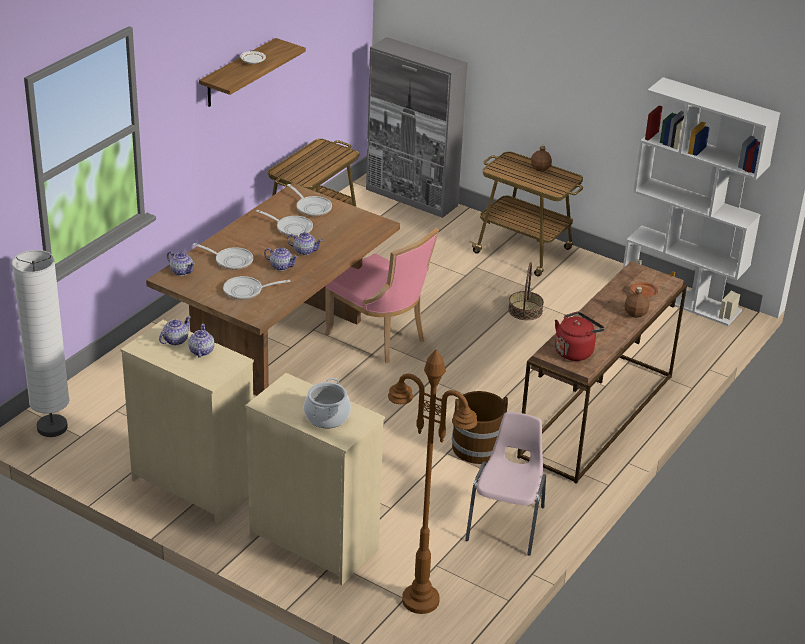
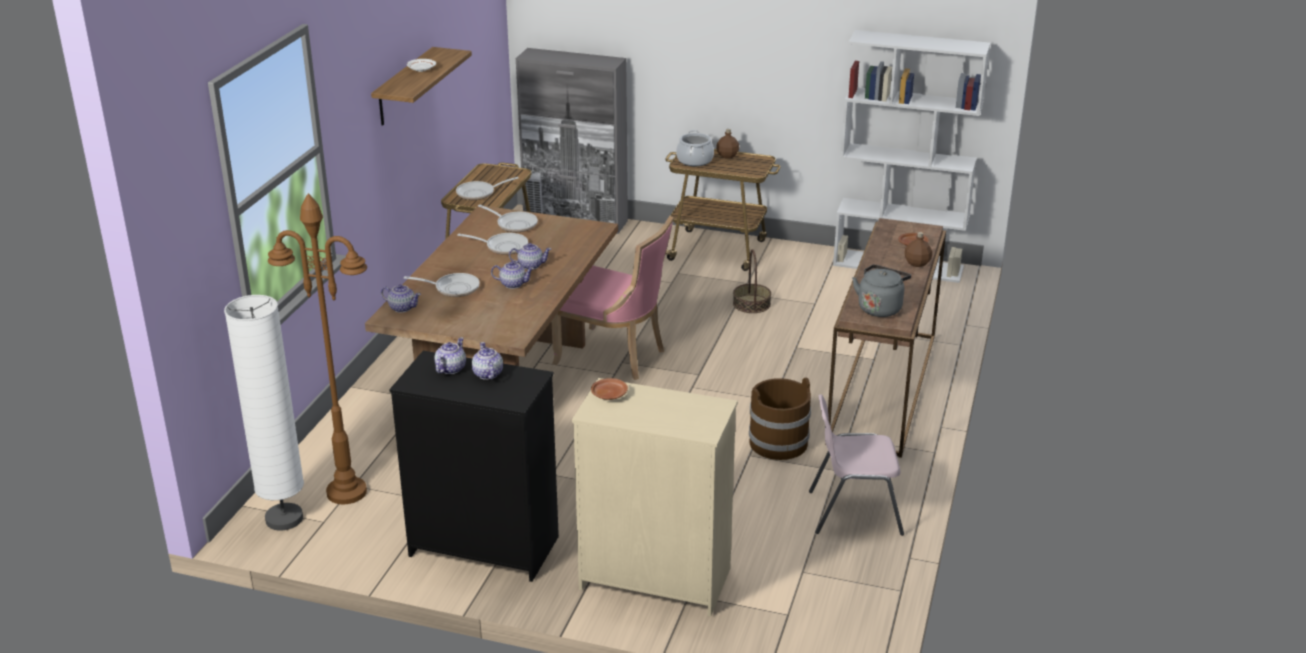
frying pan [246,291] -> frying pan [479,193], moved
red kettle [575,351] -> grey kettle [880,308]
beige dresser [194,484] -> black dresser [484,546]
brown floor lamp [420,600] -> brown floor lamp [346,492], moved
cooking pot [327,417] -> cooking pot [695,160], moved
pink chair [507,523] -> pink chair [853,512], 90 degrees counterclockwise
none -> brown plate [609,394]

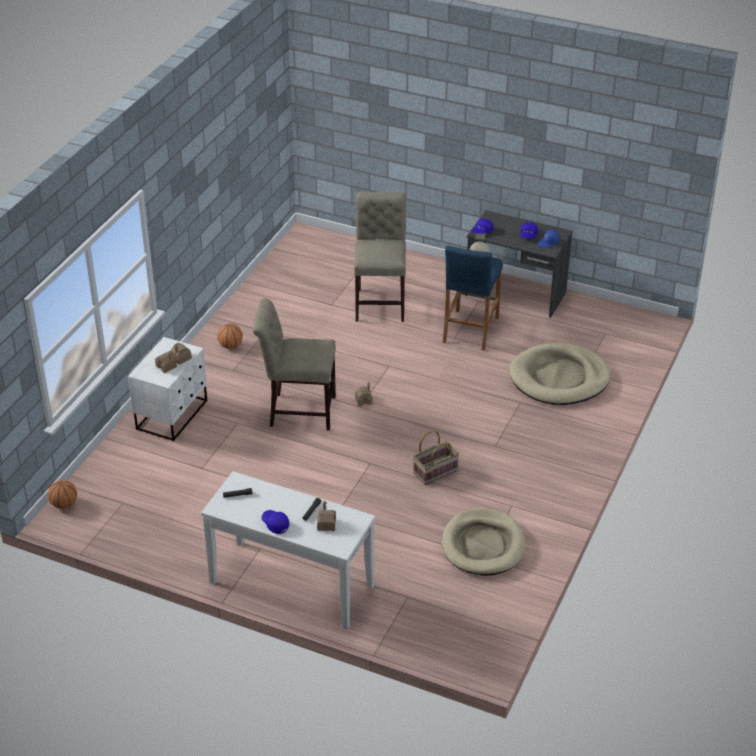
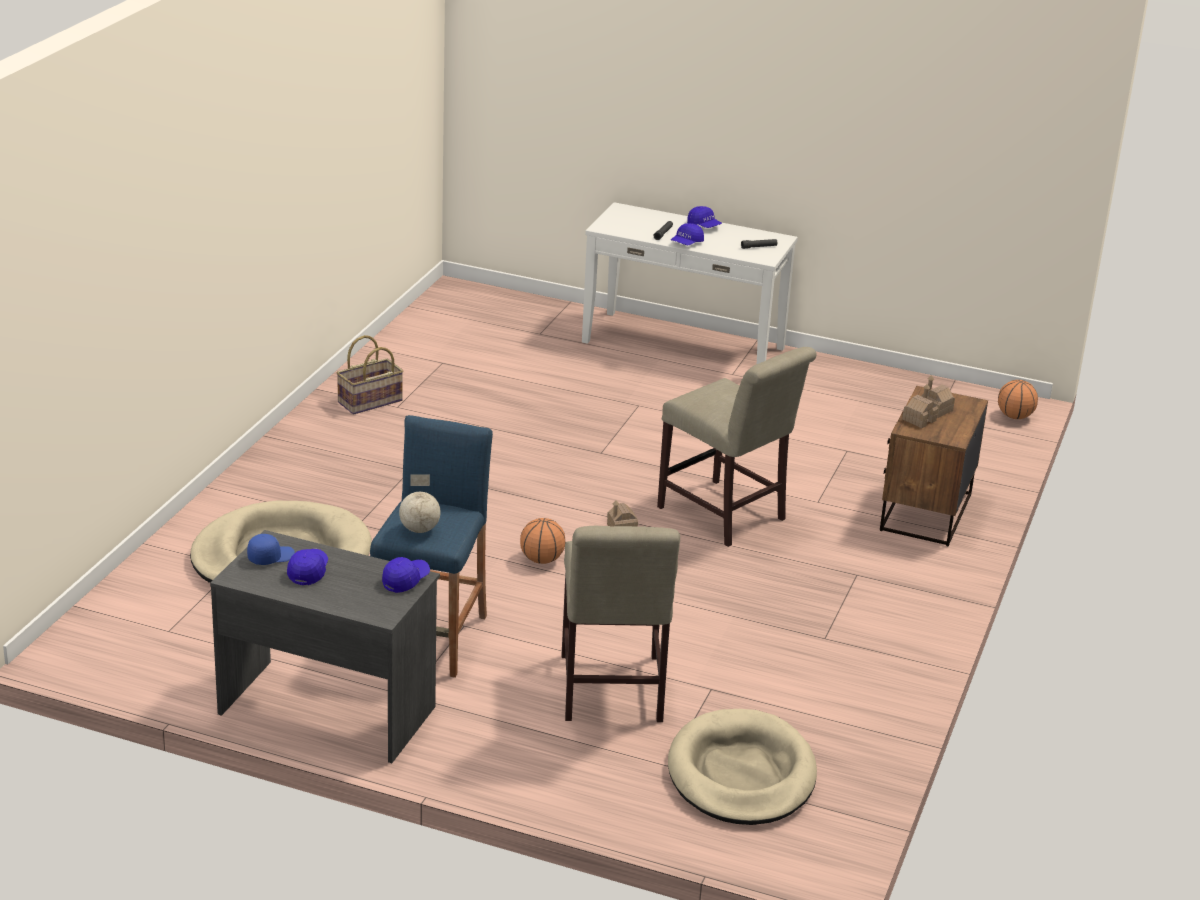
beige chair [298,411] -> beige chair [726,516], 45 degrees clockwise
basketball [230,346] -> basketball [542,560], moved
white nightstand [173,415] -> brown nightstand [924,513]
basket [435,471] -> basket [370,402], moved
toy house [326,524] -> none
beige dog bed [483,545] -> beige dog bed [741,774], moved
none -> blue cap [687,243]

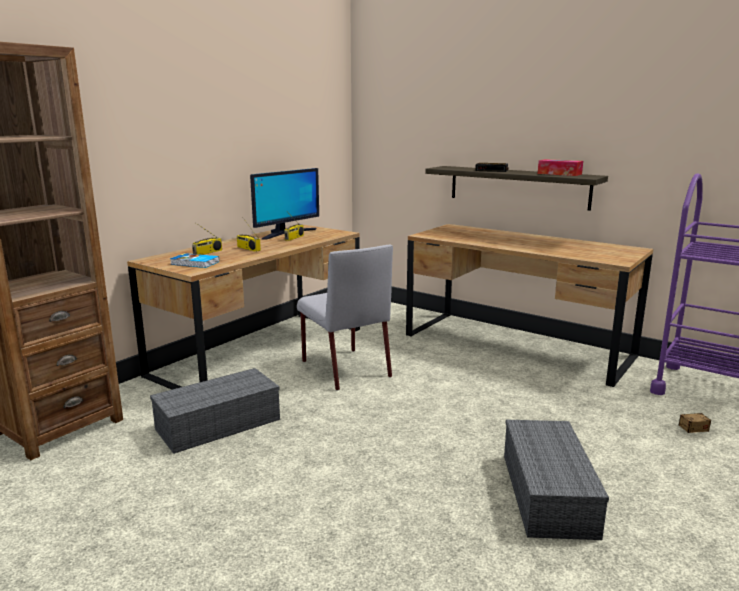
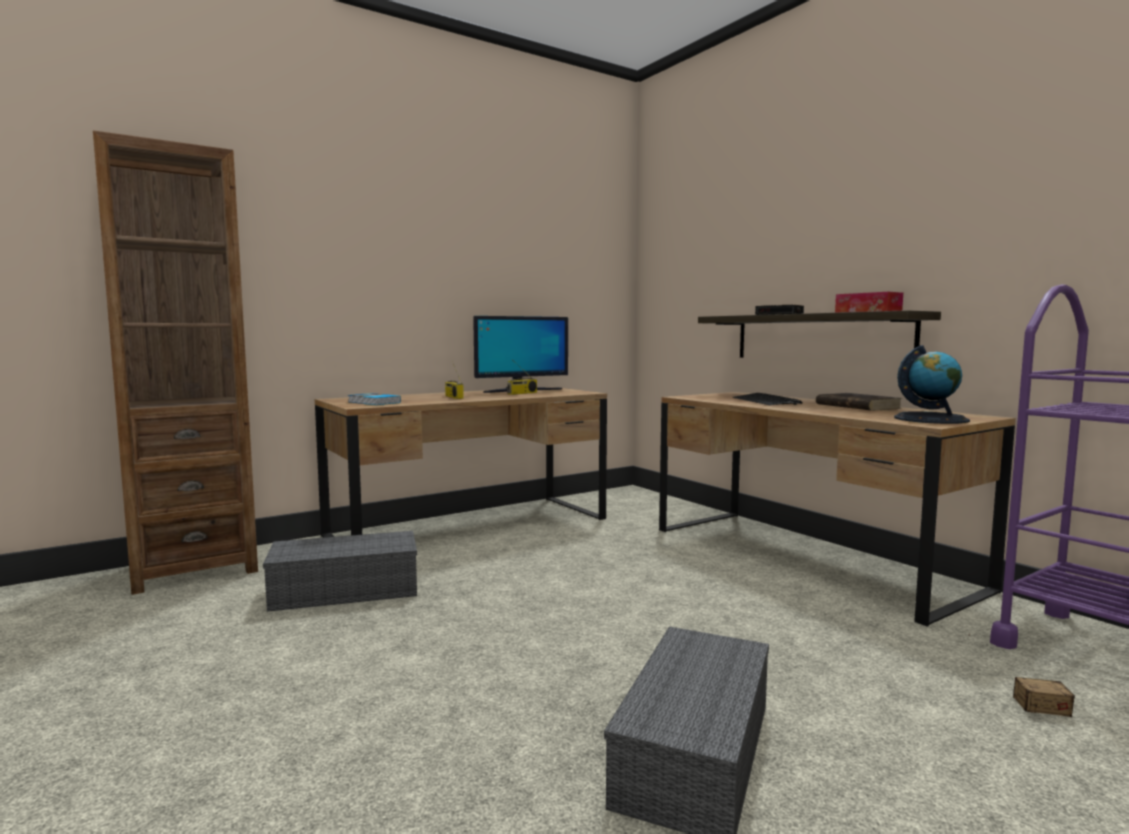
radio [207,253] -> none
grey chair [344,368] -> none
none -> globe [930,419]
none -> keyboard [765,401]
none -> brown book [856,406]

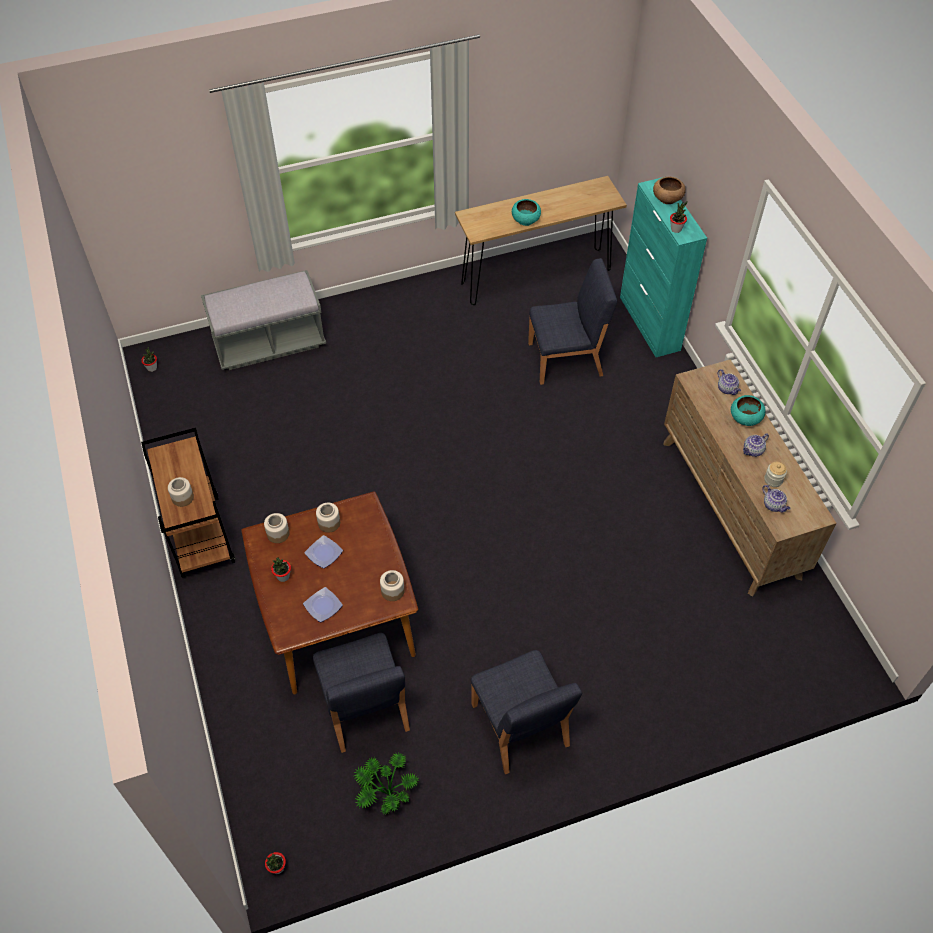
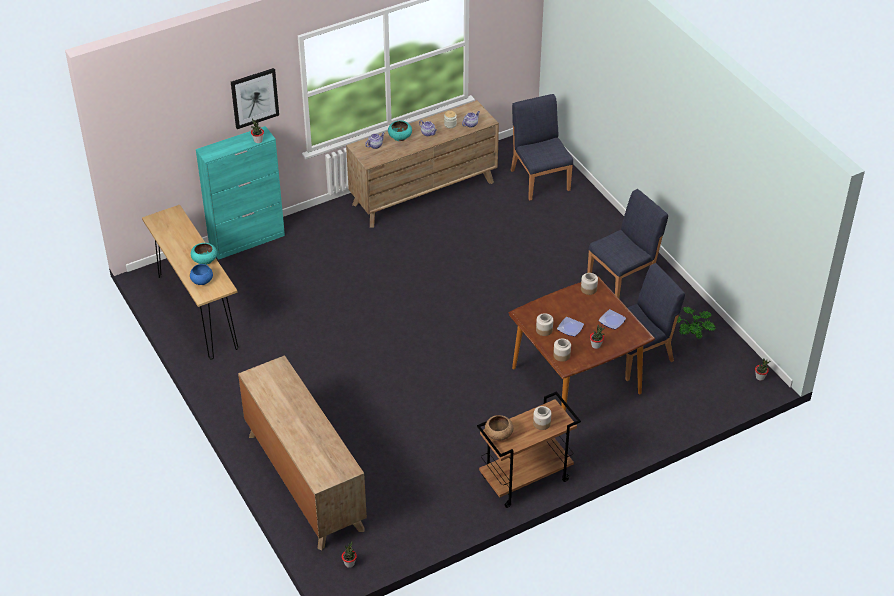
brown bowl [667,198] -> brown bowl [498,434], moved
blue chair [566,359] -> blue chair [540,179], moved
grey bench [269,343] -> brown dresser [304,481]
none -> picture [254,98]
none -> blue bowl [202,281]

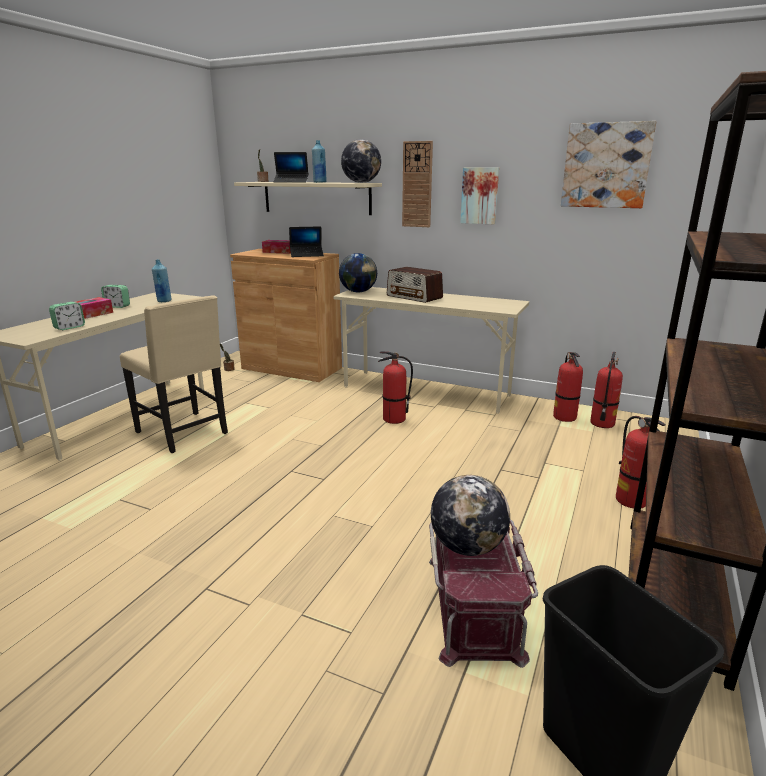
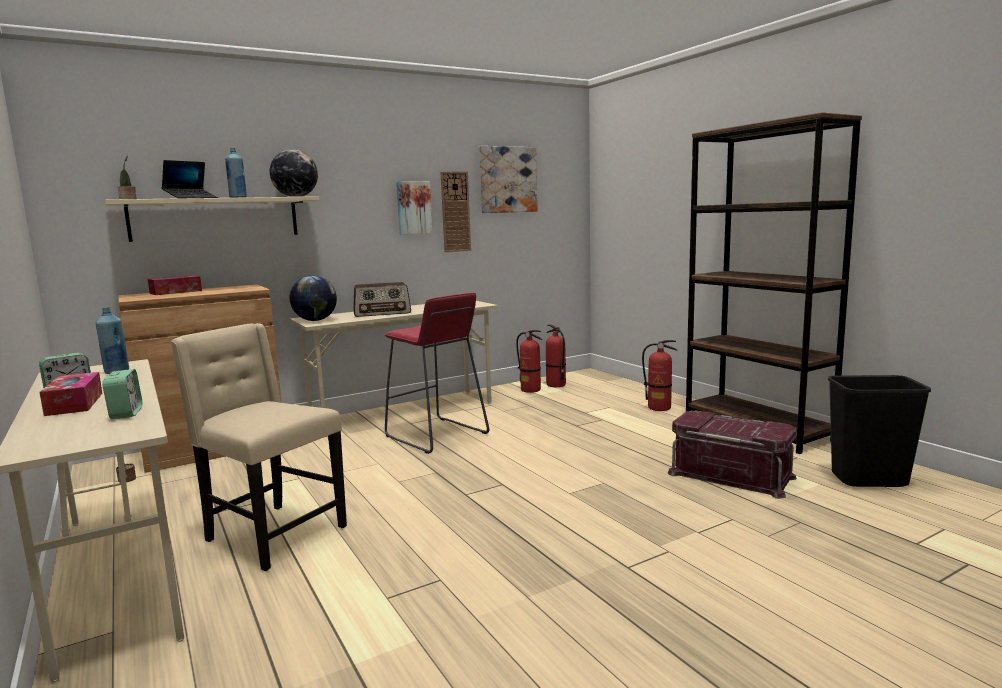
wall clock [417,185] -> wall clock [455,212], moved
laptop [307,255] -> none
beige chair [184,433] -> beige chair [272,534], 135 degrees counterclockwise
fire extinguisher [394,419] -> red stool [436,435]
globe [467,547] -> none

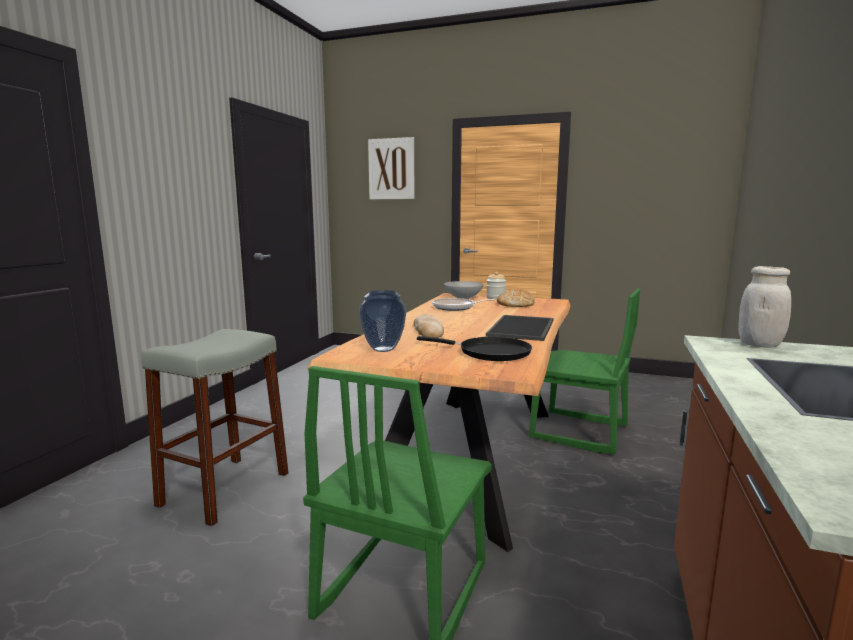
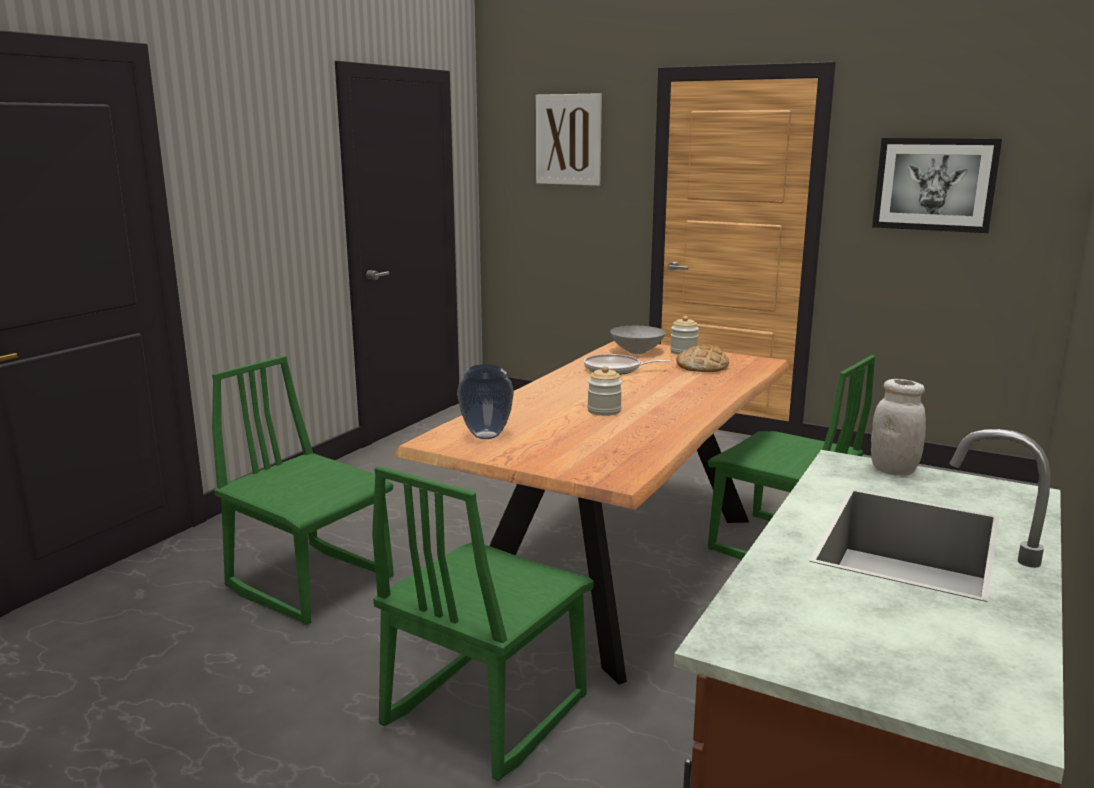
bread [428,331] -> none
tray [523,328] -> none
grey stool [225,489] -> green chair [312,582]
black frying pan [489,352] -> none
none -> picture [934,184]
none -> jar [604,411]

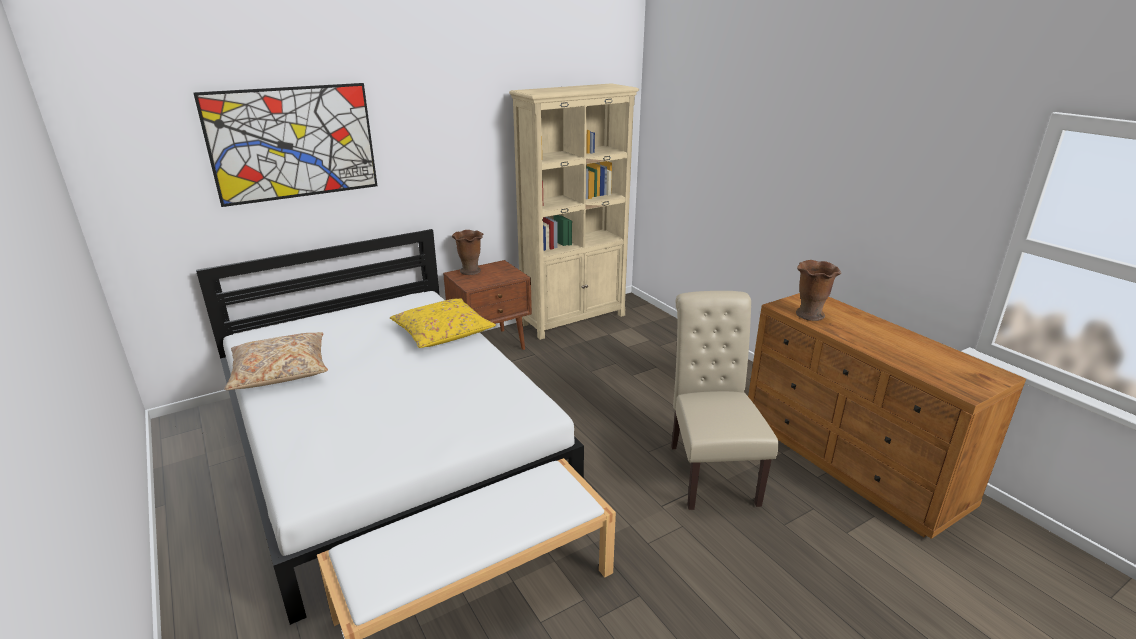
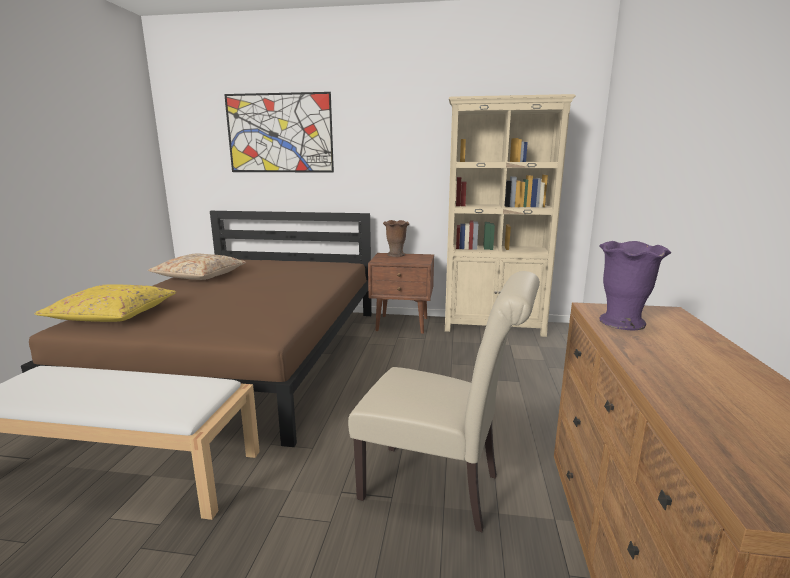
white bed [389,443] -> brown bed [248,355]
brown vase [810,315] -> purple vase [622,323]
beige chair [710,469] -> beige chair [439,488], 75 degrees clockwise
yellow pillow [443,332] -> yellow pillow [113,315], moved

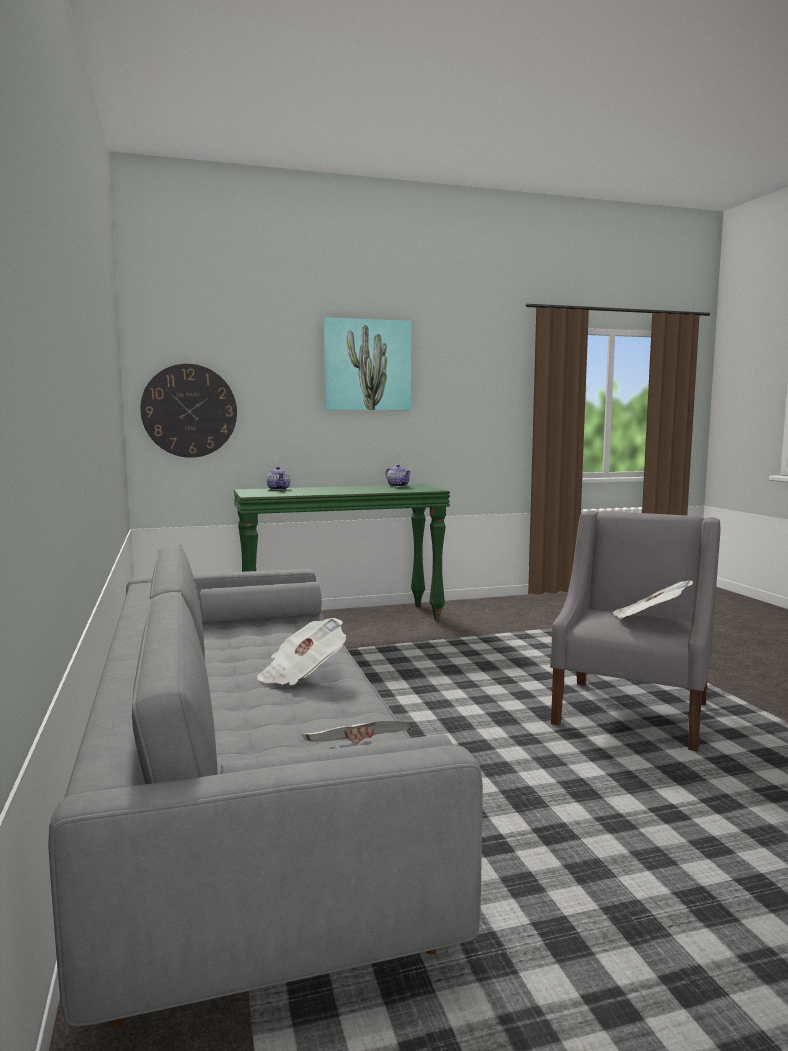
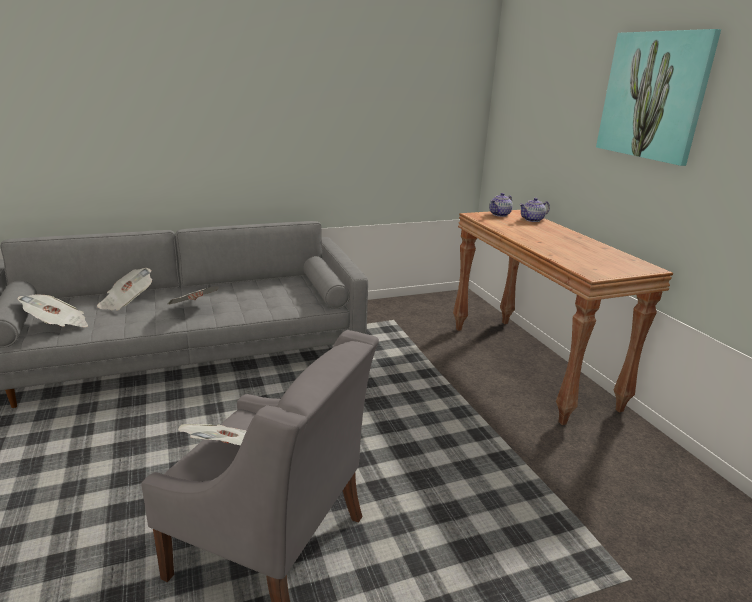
wall clock [189,411] -> none
teapot [398,486] -> teapot [500,214], moved
green console table [342,619] -> brown console table [530,365]
none -> newspaper [127,302]

